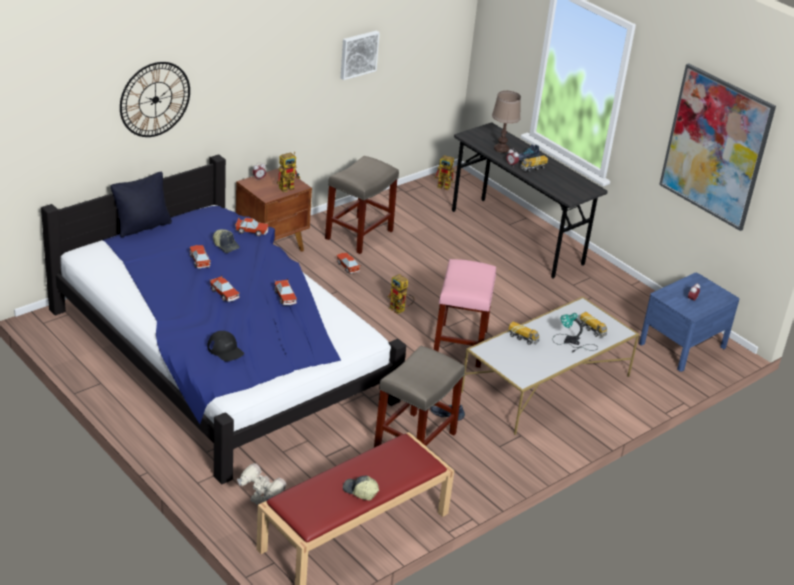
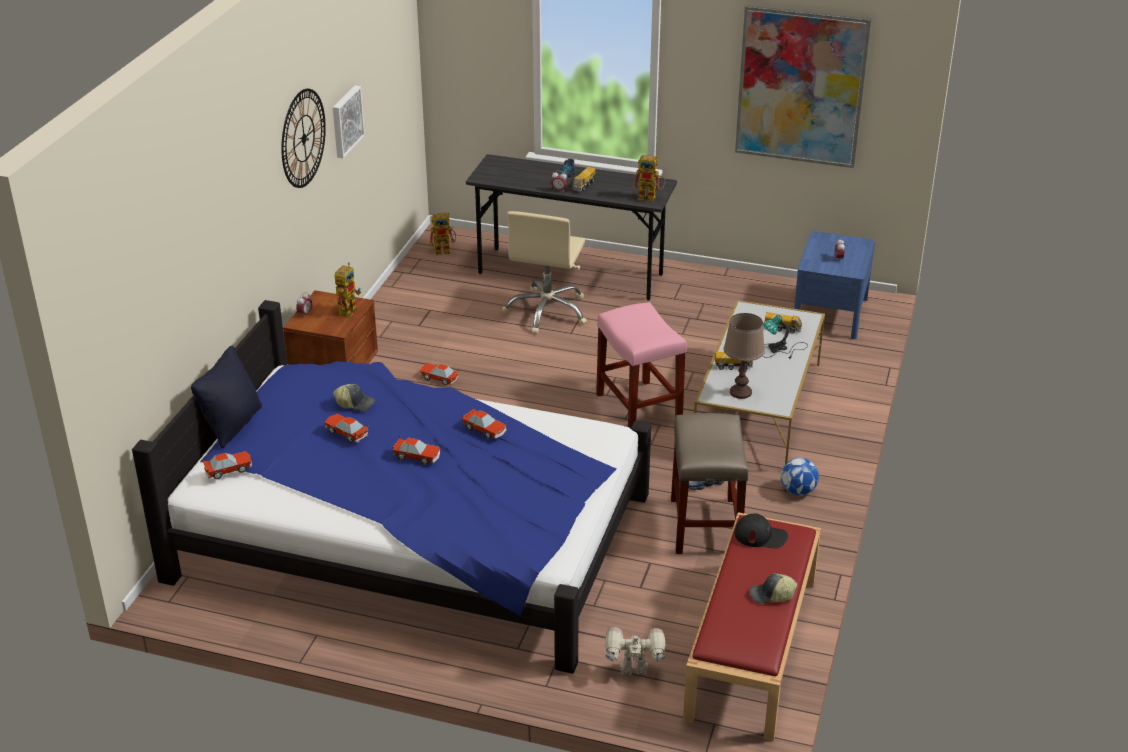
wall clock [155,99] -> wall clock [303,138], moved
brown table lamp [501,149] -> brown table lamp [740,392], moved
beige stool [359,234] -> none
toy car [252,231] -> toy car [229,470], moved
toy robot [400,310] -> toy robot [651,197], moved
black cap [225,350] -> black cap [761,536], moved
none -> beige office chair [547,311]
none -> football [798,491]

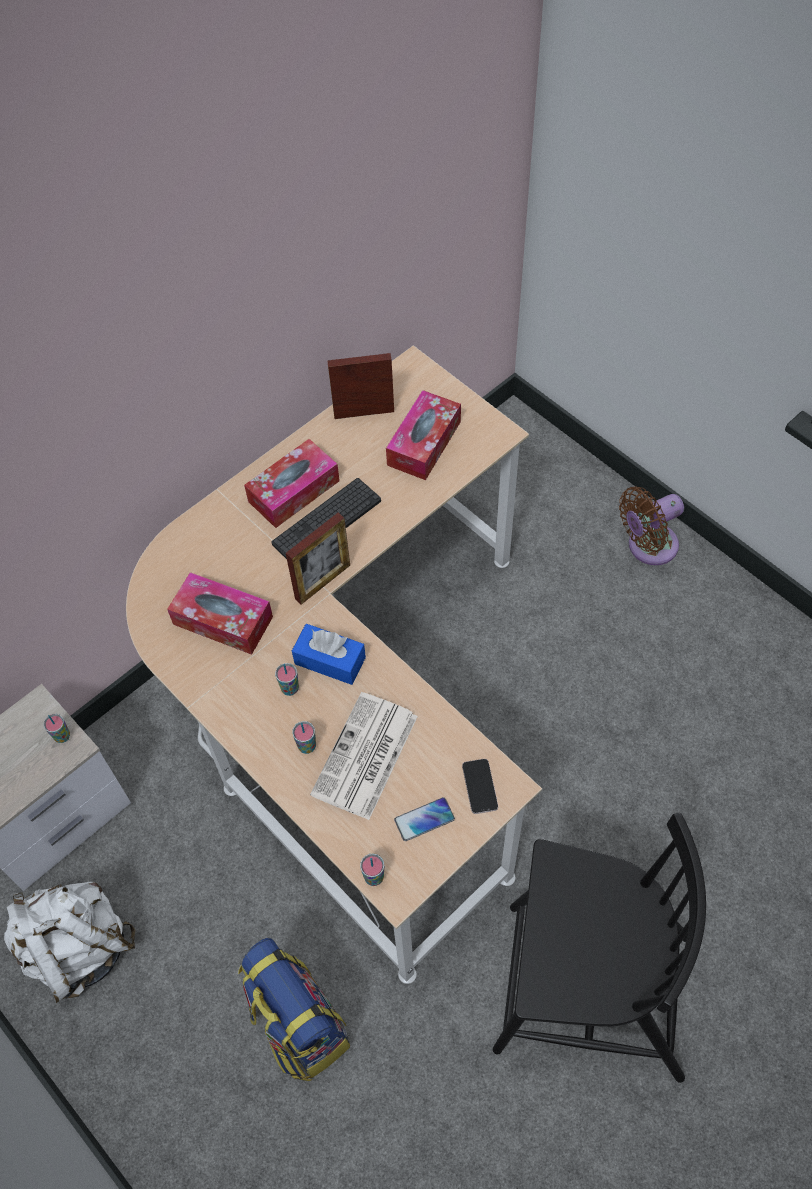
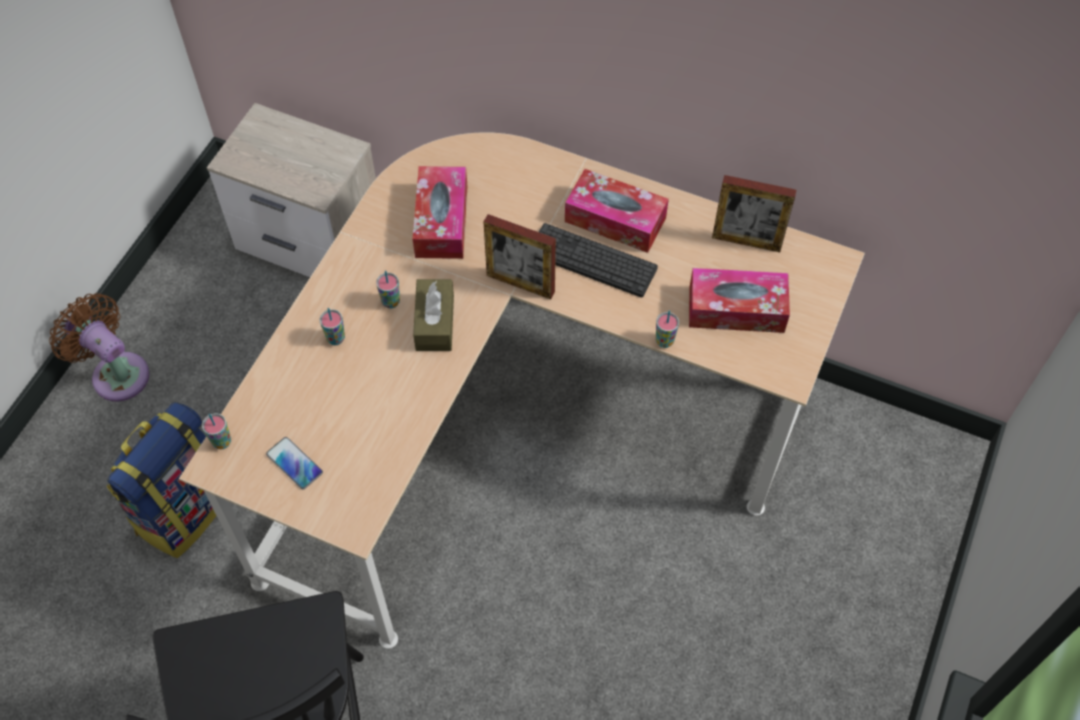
picture frame [364,412] -> picture frame [746,241], 135 degrees clockwise
brown fan [648,546] -> brown fan [116,373], moved
blue tissue box [330,660] -> brown tissue box [435,322]
newspaper [365,757] -> none
cup [62,736] -> cup [664,341], moved
phone [480,786] -> none
white backpack [78,948] -> none

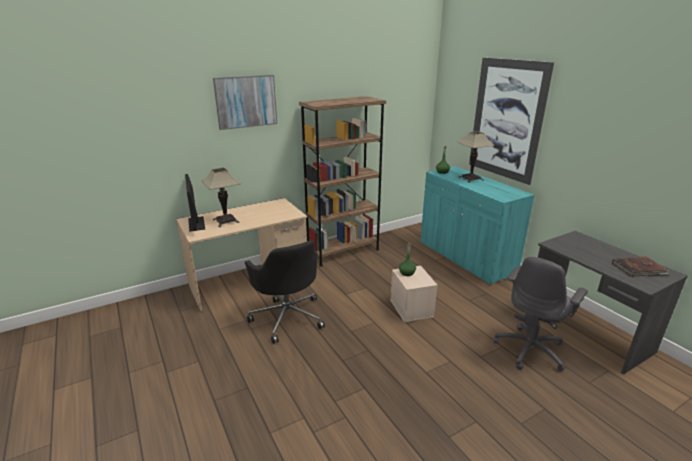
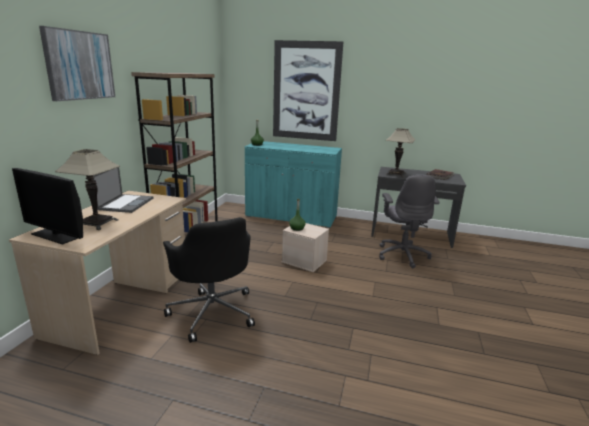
table lamp [470,179] -> table lamp [396,174], moved
black office chair [287,316] -> black office chair [212,311], 45 degrees clockwise
none -> laptop [126,203]

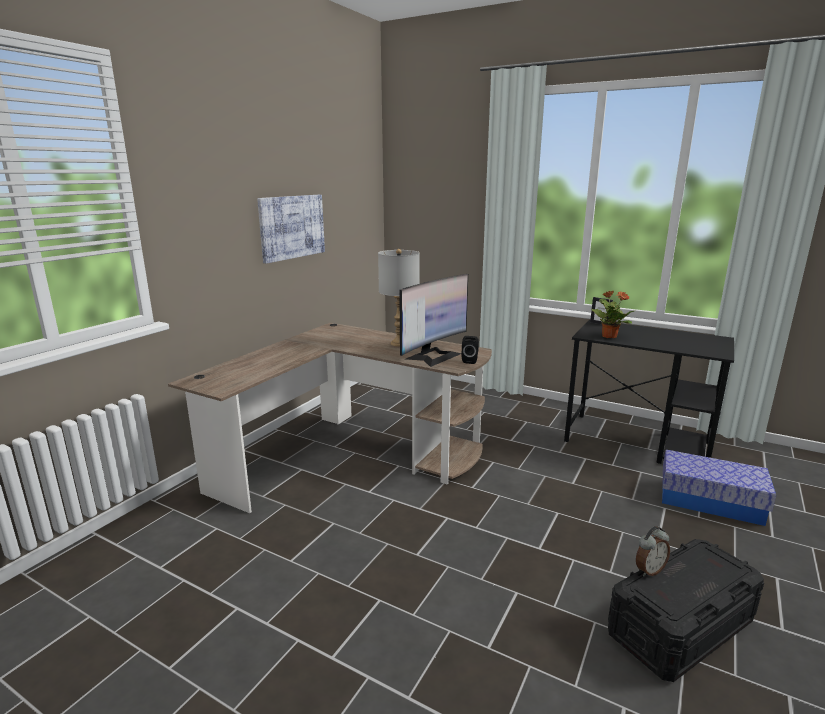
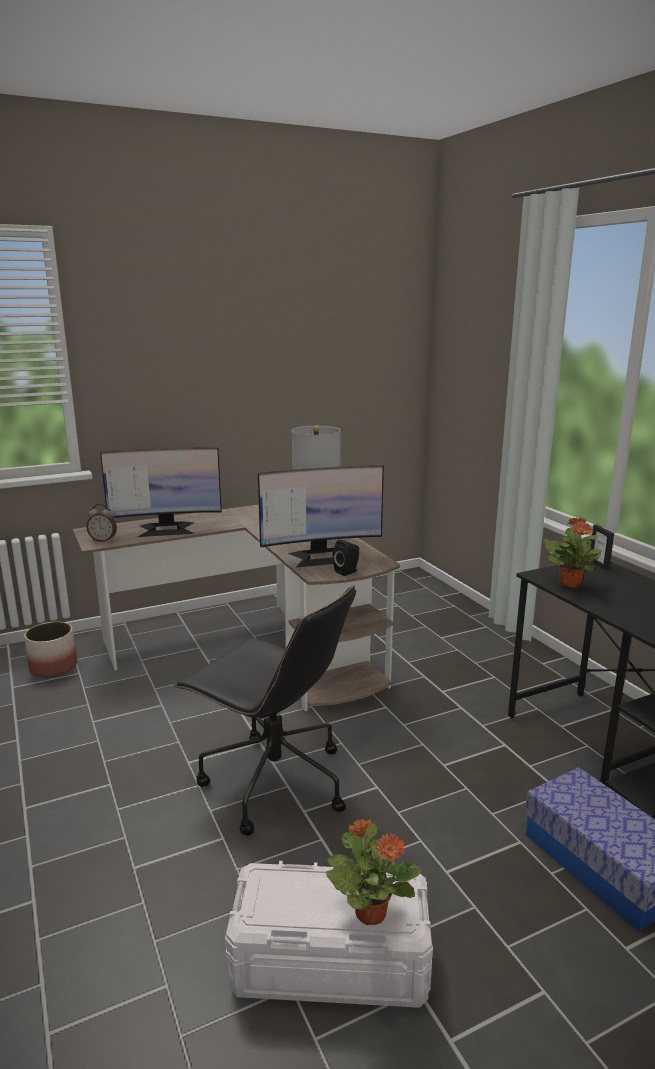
picture [292,227] -> none
alarm clock [649,570] -> alarm clock [103,540], moved
black storage box [680,627] -> white storage box [330,962]
none -> monitor [166,529]
none -> black office chair [273,782]
none -> planter [53,667]
none -> potted plant [370,912]

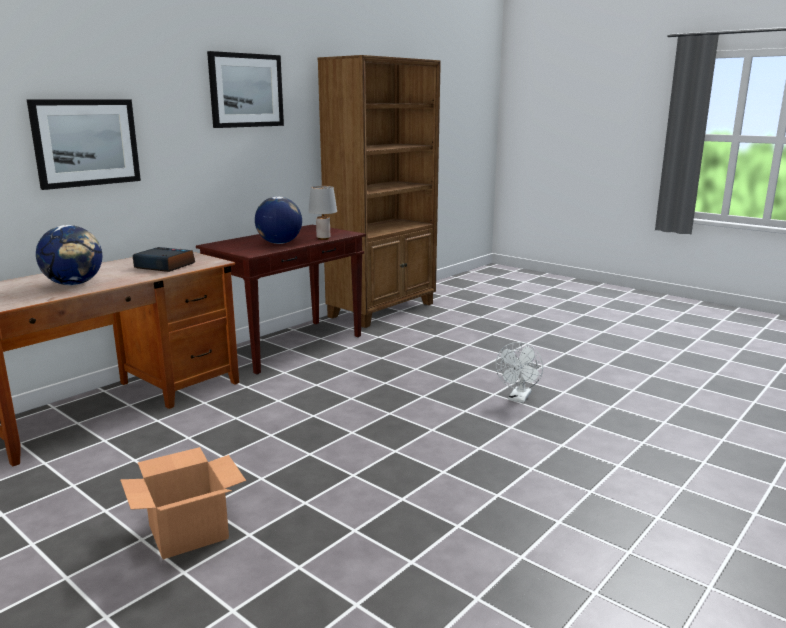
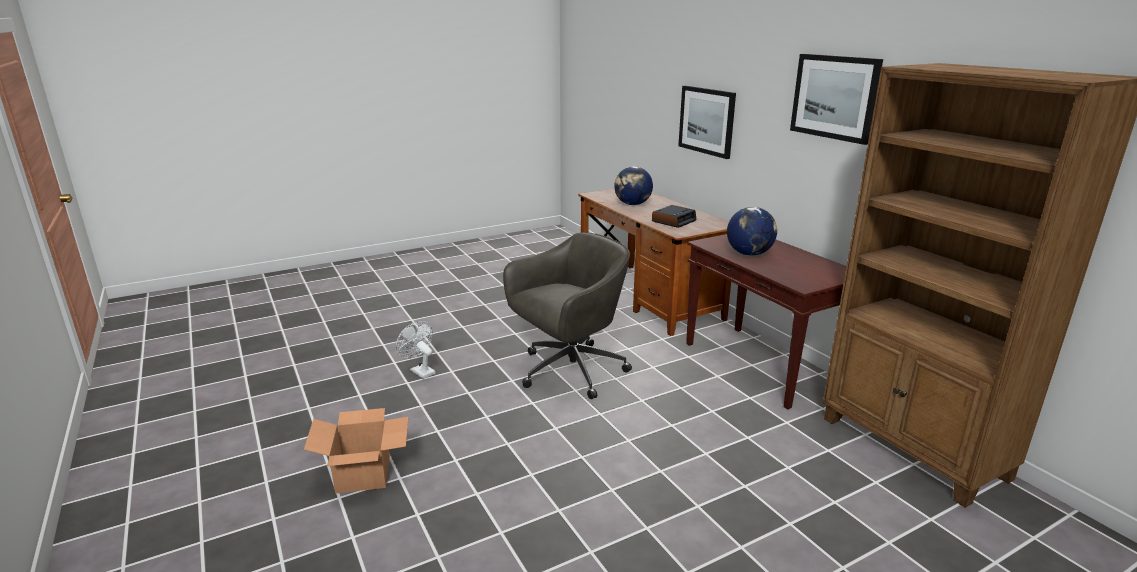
grey table lamp [323,238] -> none
white fan [519,398] -> white fan [420,371], moved
cardboard box [187,533] -> cardboard box [363,473], moved
none -> grey office chair [569,371]

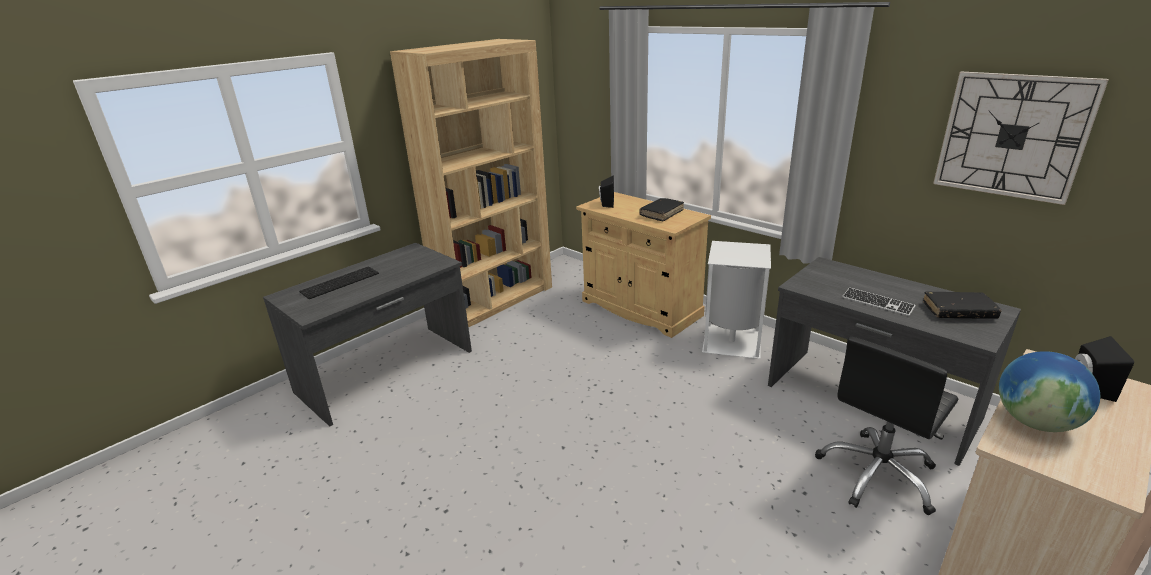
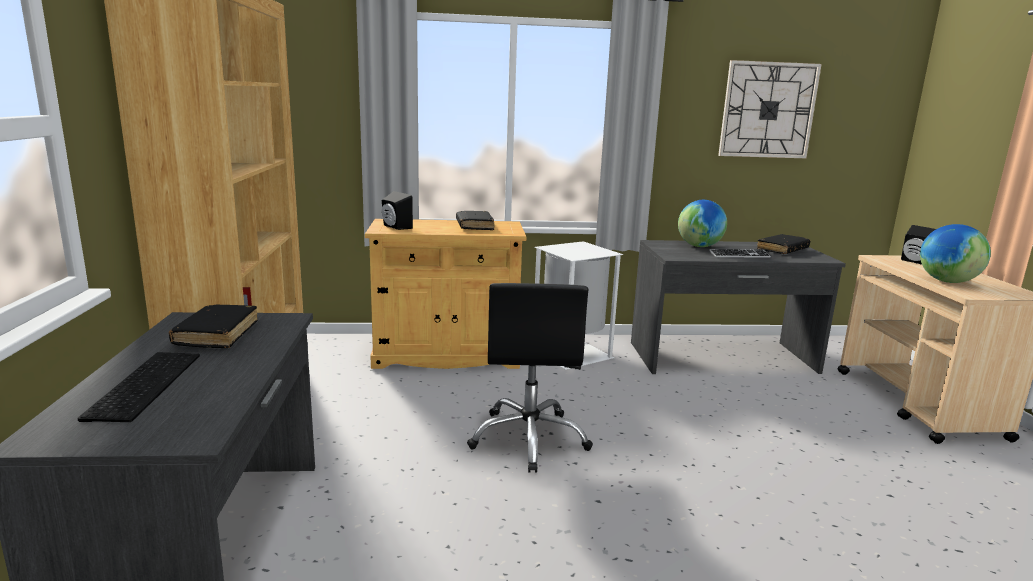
black office chair [878,474] -> black office chair [529,439], moved
none -> globe [699,246]
none -> black book [217,334]

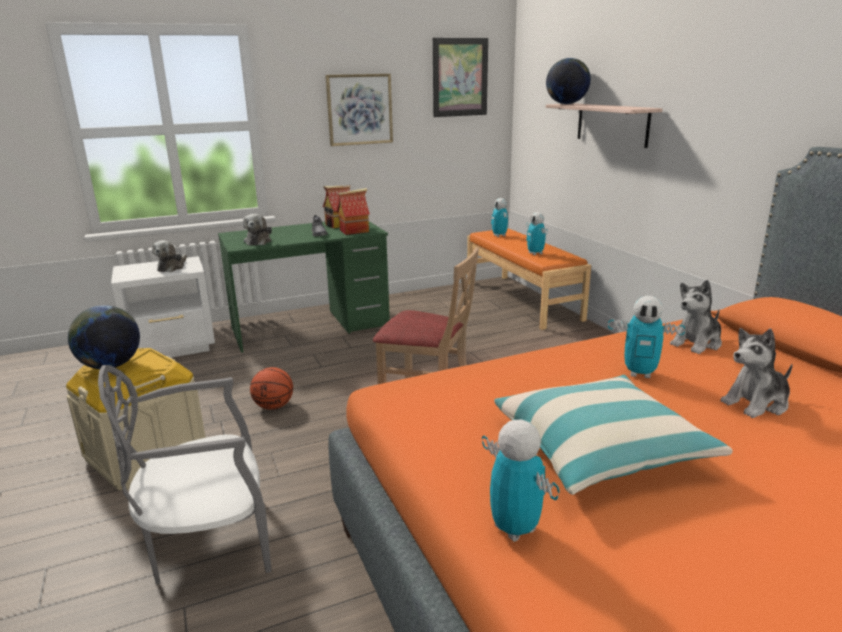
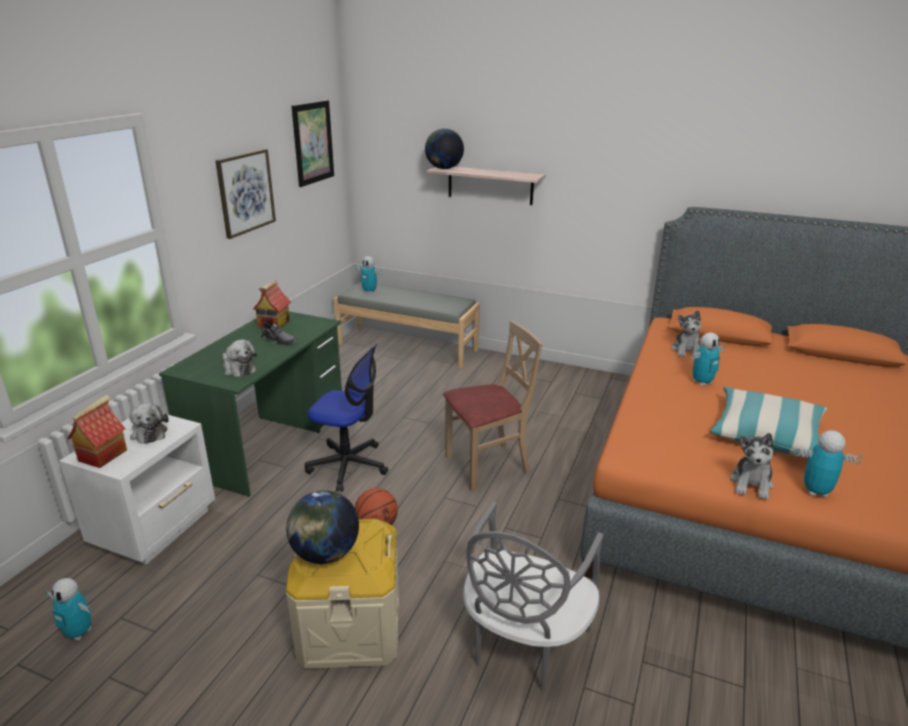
toy house [354,231] -> toy house [103,455], moved
toy robot [535,253] -> toy robot [79,632], moved
orange bench [522,300] -> grey bench [407,347]
plush toy [756,403] -> plush toy [751,484], moved
none -> office chair [348,465]

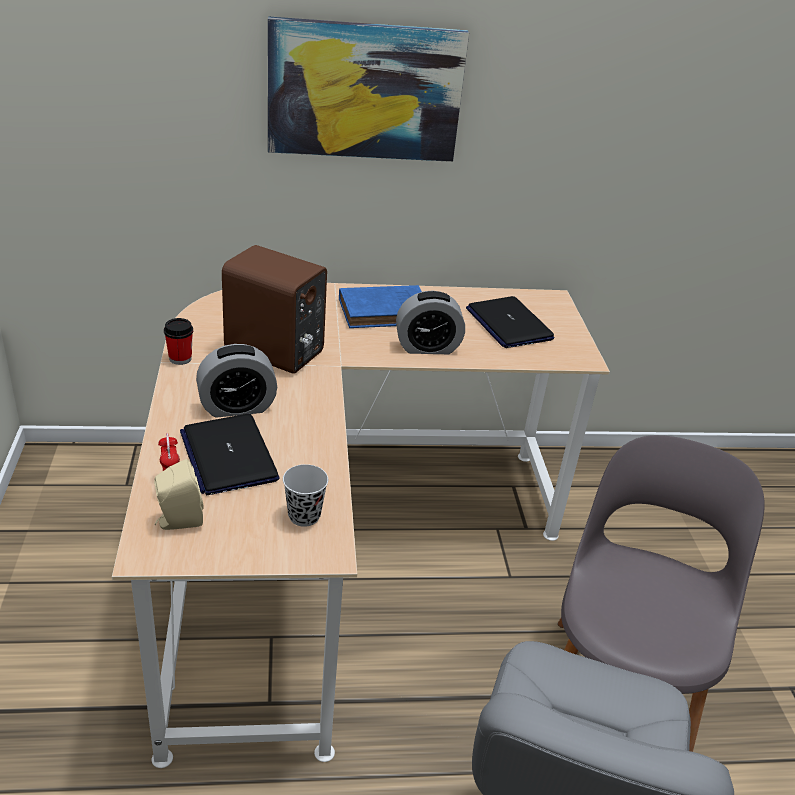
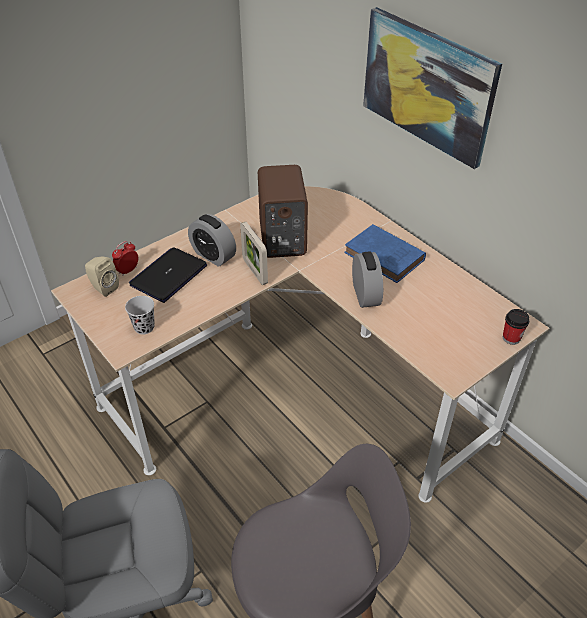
alarm clock [427,347] -> alarm clock [365,295], 150 degrees counterclockwise
laptop [508,324] -> none
cup [180,358] -> cup [511,338], moved
none -> picture frame [255,271]

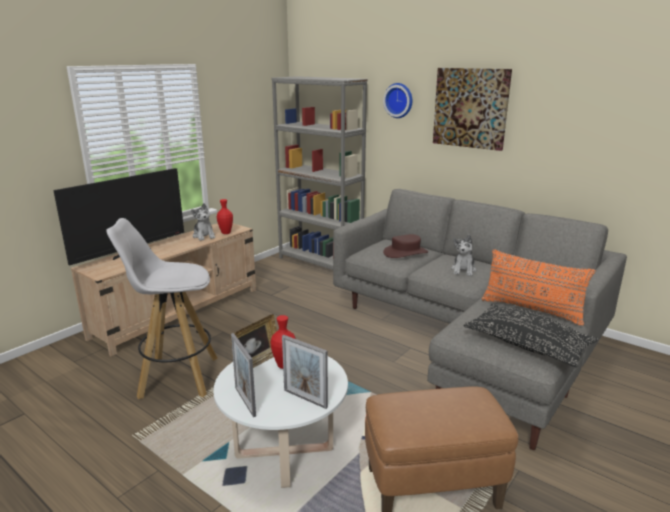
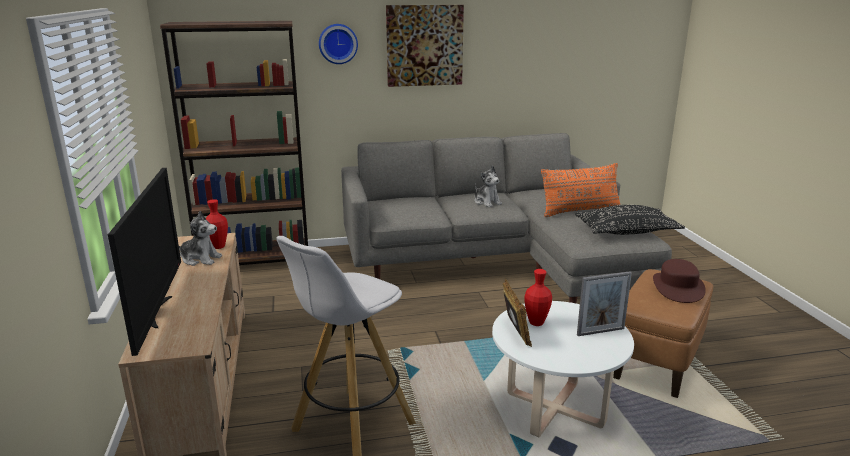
grey bookcase [320,262] -> brown bookcase [255,261]
brown hat [405,252] -> brown hat [677,288], moved
picture frame [245,401] -> none

